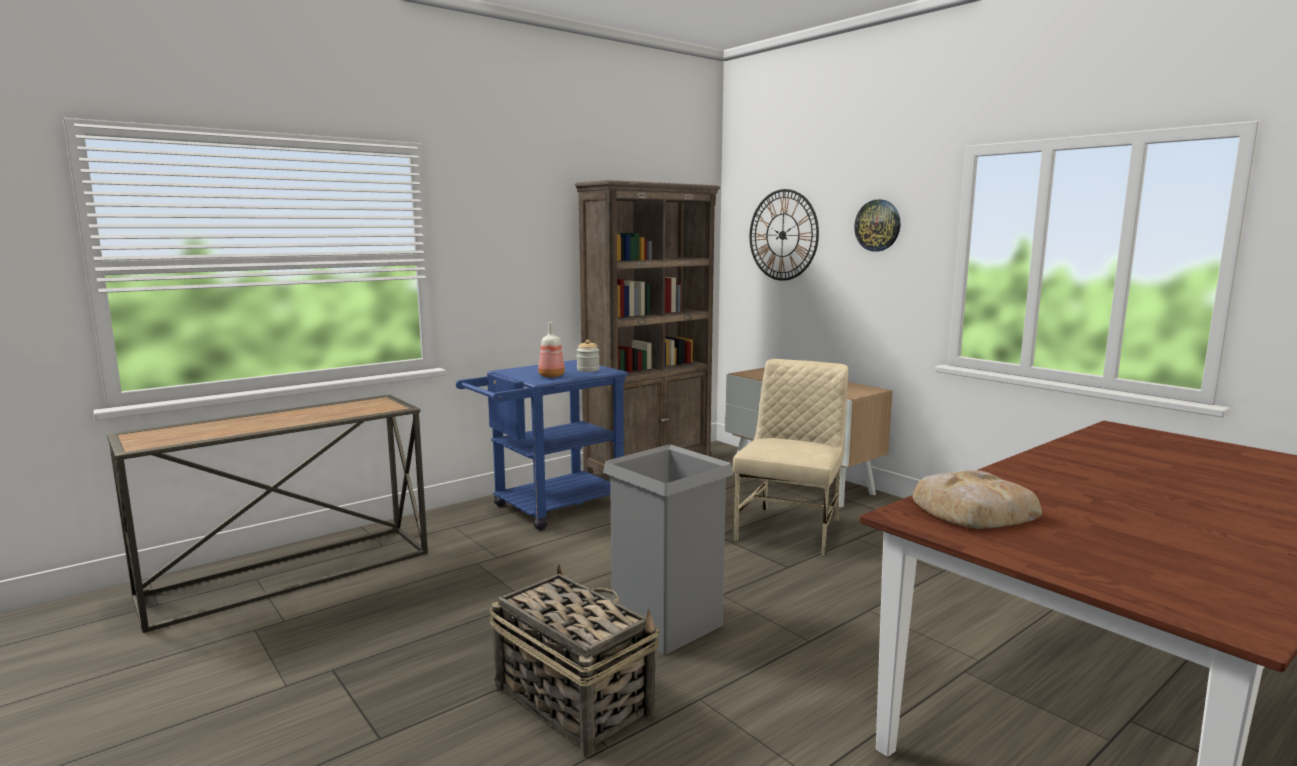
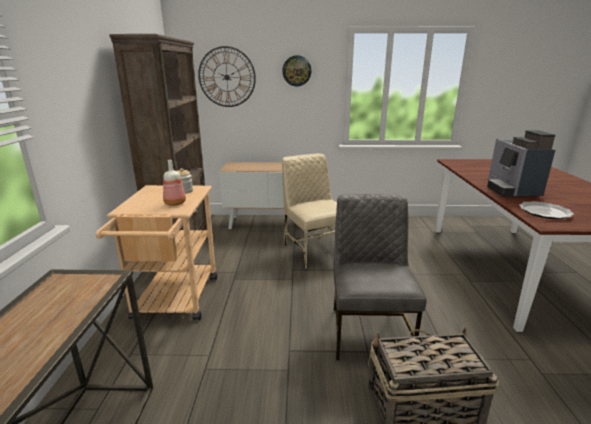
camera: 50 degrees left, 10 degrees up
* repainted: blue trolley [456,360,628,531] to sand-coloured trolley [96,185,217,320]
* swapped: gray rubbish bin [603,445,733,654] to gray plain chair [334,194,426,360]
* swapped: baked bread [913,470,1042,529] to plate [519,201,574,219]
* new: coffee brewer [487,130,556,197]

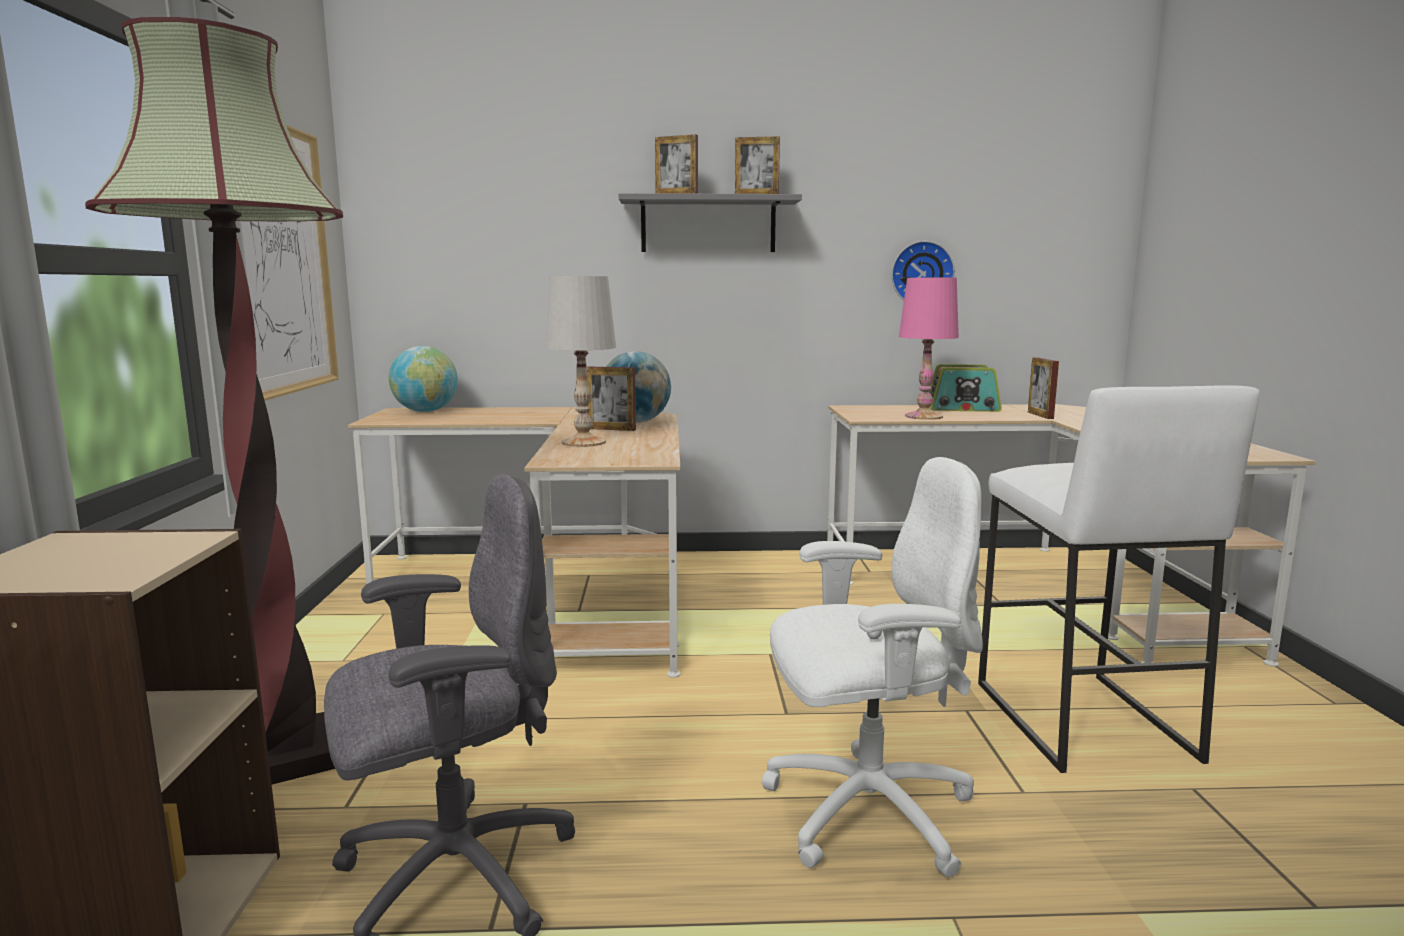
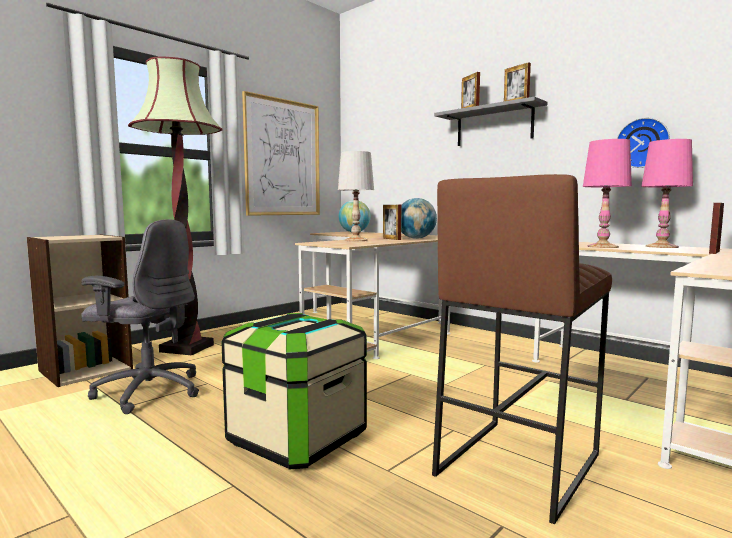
camera: 45 degrees right, 5 degrees down
* swapped: radio set [928,364,1002,412] to pinkish tabletop lamp [641,139,693,248]
* repainted: white-coloured stool seat [978,385,1260,773] to brownish stool seat [432,174,612,524]
* swapped: white-coloured office chair [761,457,983,878] to storage box [221,313,367,470]

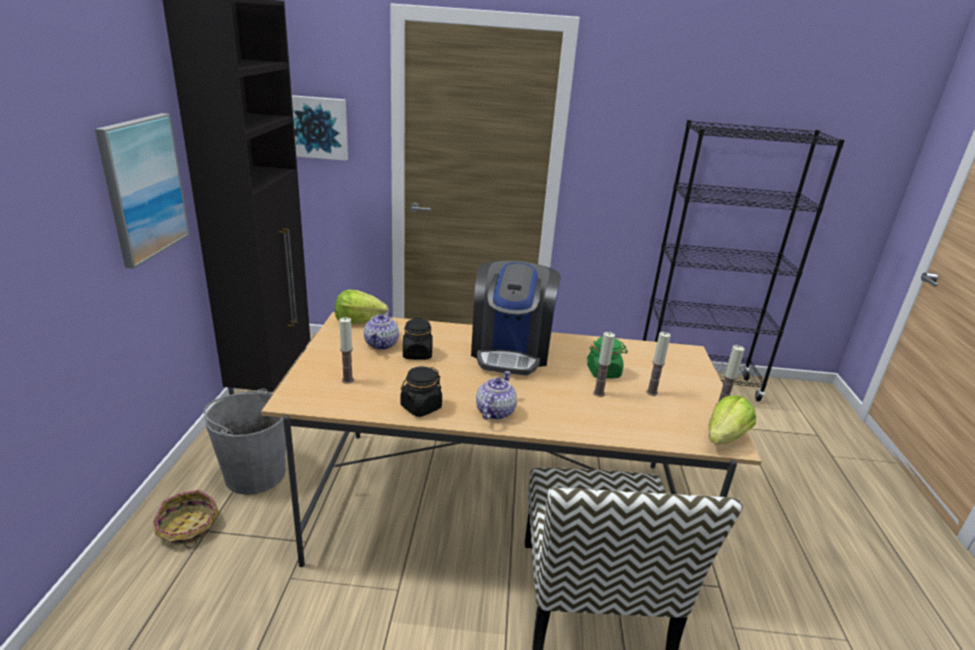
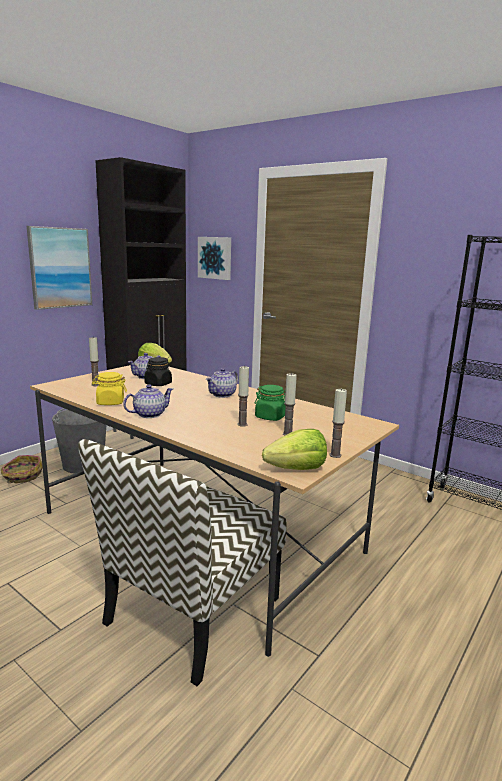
camera: 35 degrees right, 10 degrees down
* swapped: coffee brewer [471,261,561,375] to teapot [206,368,239,398]
* repainted: black jar [400,367,442,417] to yellowish jar [92,372,127,405]

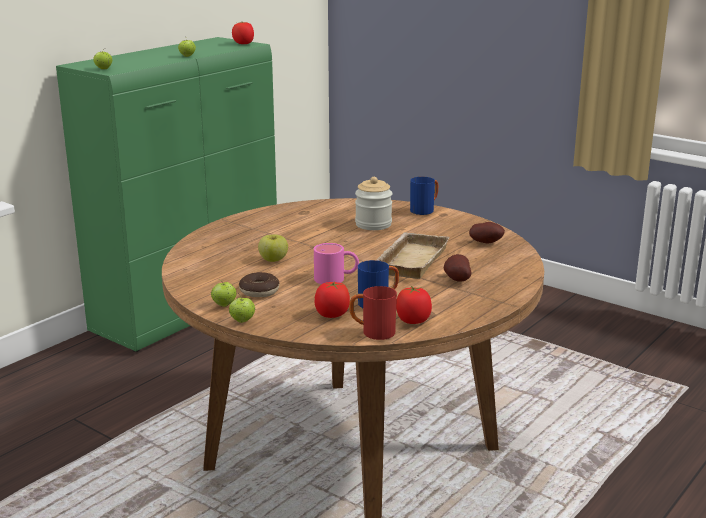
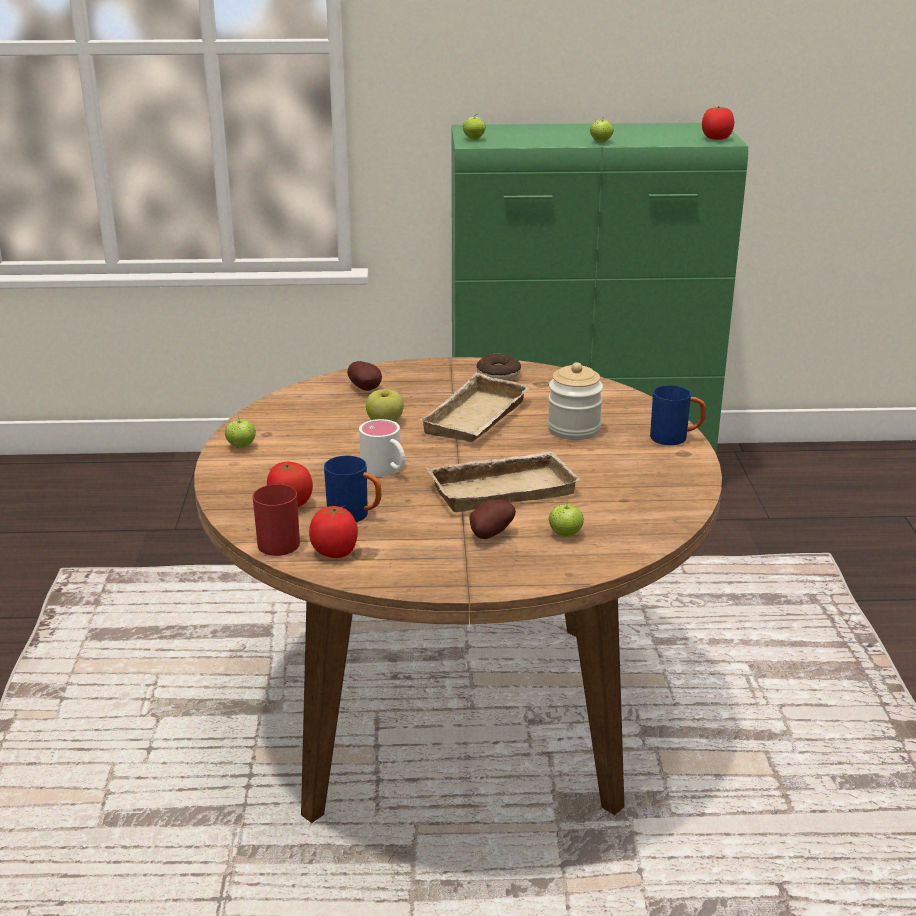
camera: 50 degrees right, 5 degrees up
* shifted: spud [469,222,505,244] to [347,361,382,391]
* repainted: pinkish tea mug [314,243,359,284] to white-coloured tea mug [359,419,405,477]
* shifted: donut [239,272,279,297] to [476,354,521,381]
* shifted: apple [229,294,255,323] to [549,498,584,537]
* new: sand-coloured tray [419,372,531,442]

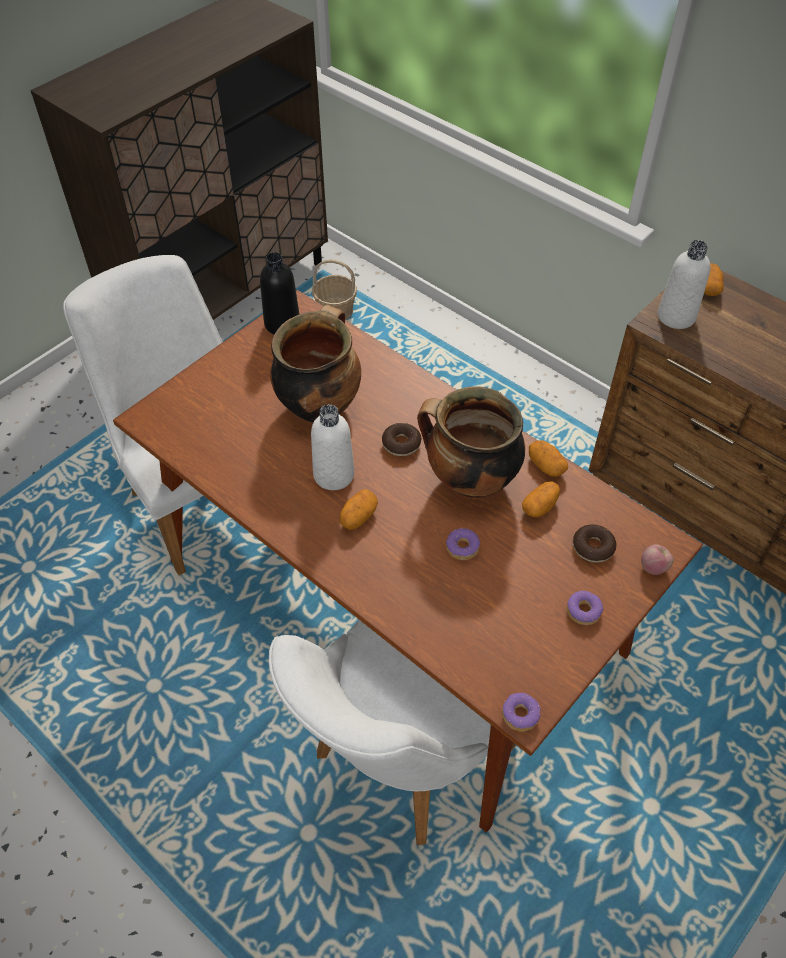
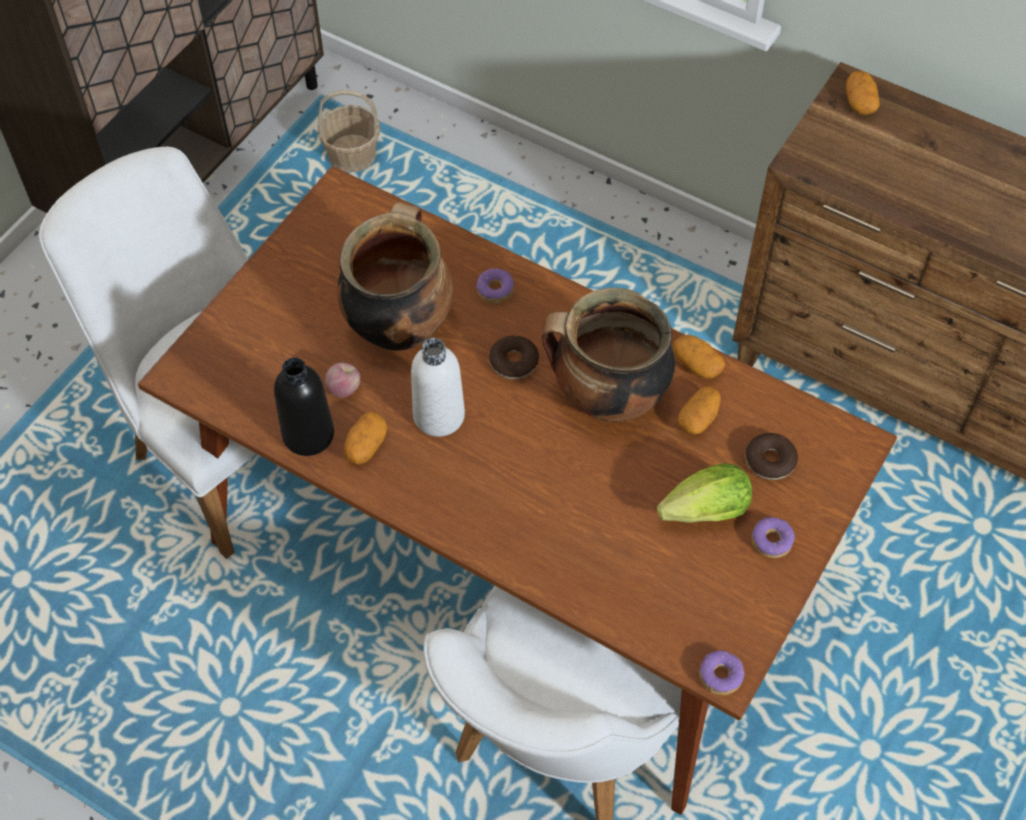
camera: 10 degrees left, 5 degrees up
* gone: white-coloured drink bottle [658,240,711,329]
* shifted: black drink bottle [260,252,299,334] to [274,357,334,456]
* shifted: spud [340,489,378,530] to [344,411,387,465]
* shifted: donut [446,528,480,560] to [476,268,514,304]
* shifted: apple [641,544,674,575] to [325,362,361,398]
* new: lettuce head [657,463,752,523]

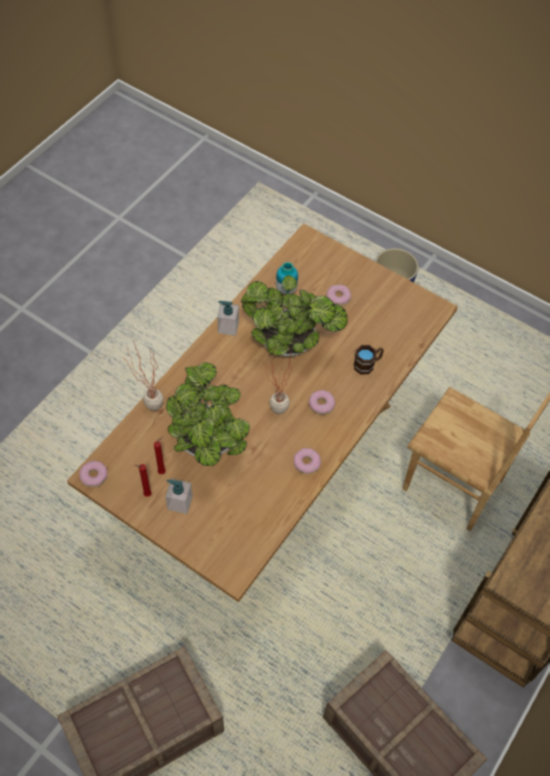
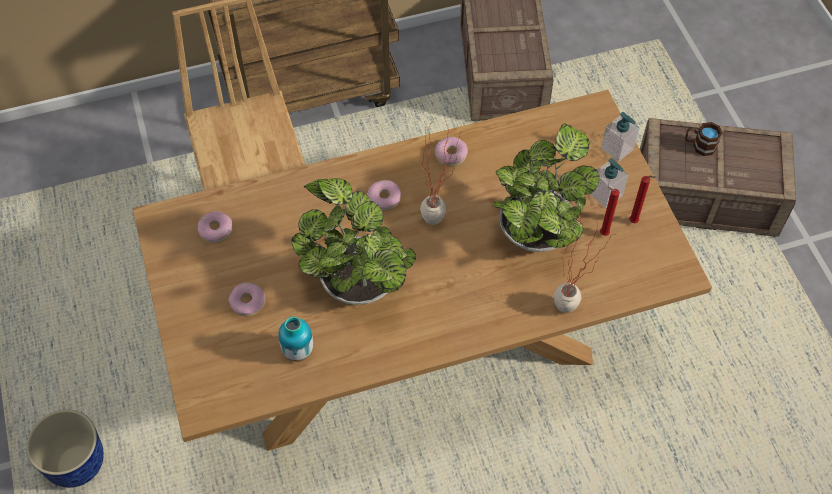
camera: 140 degrees left, 0 degrees up
* shifted: soap bottle [217,301,239,336] to [601,112,640,162]
* shifted: brownish tea mug [354,345,384,374] to [685,122,722,156]
* shifted: donut [79,460,107,488] to [198,211,232,244]

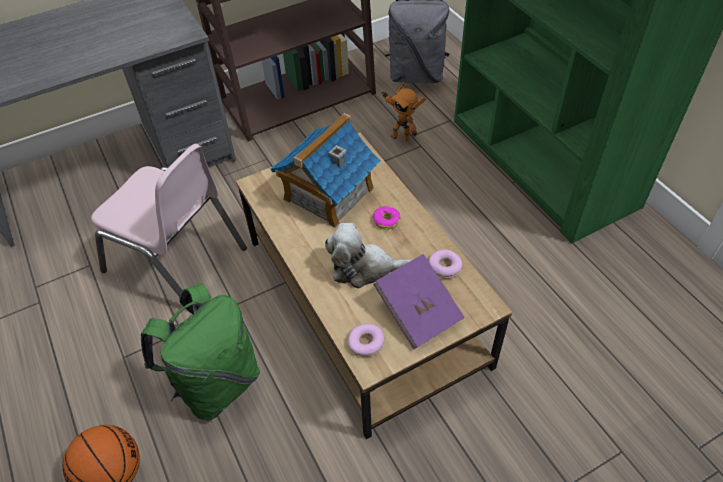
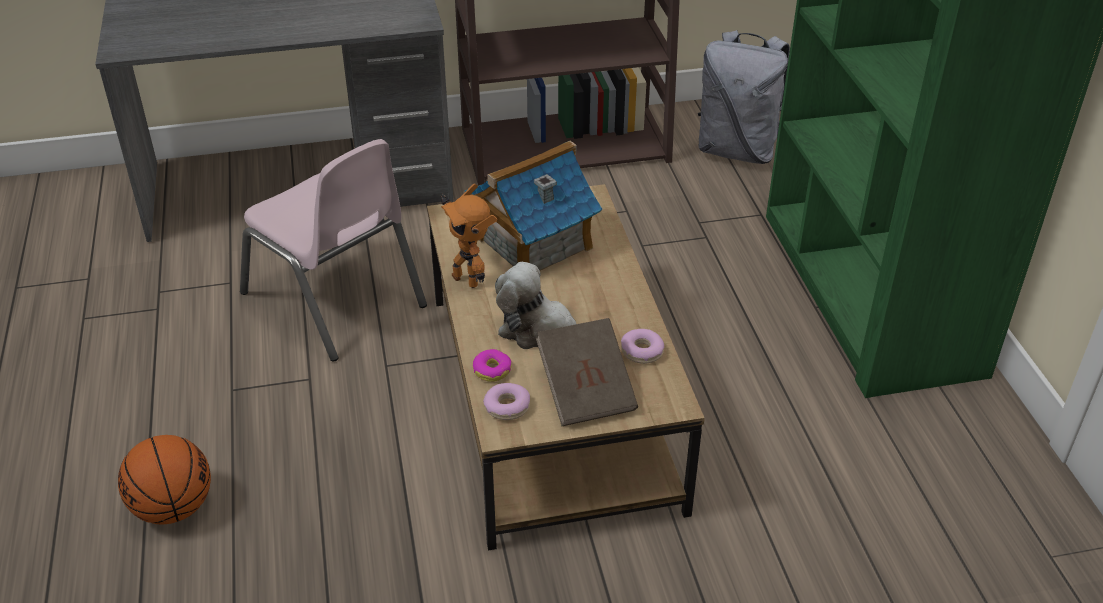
camera: 15 degrees right, 10 degrees down
* shifted: model robot [382,82,426,141] to [440,183,497,288]
* shifted: donut [372,206,401,230] to [473,349,512,382]
* repainted: purple book [373,254,465,349] to brownish book [536,318,638,426]
* gone: green backpack [141,283,260,421]

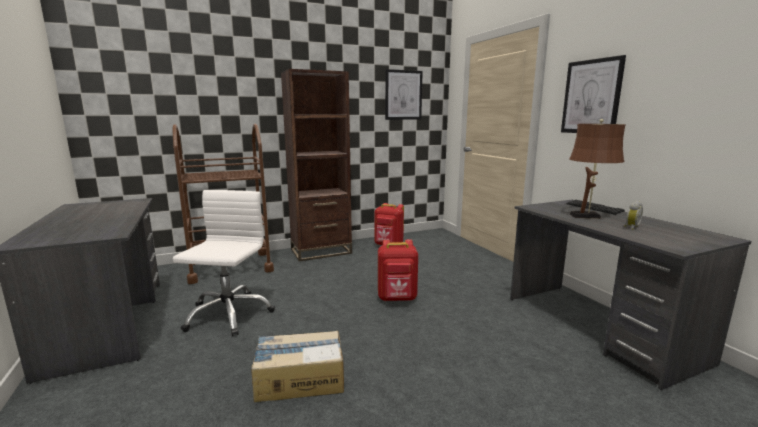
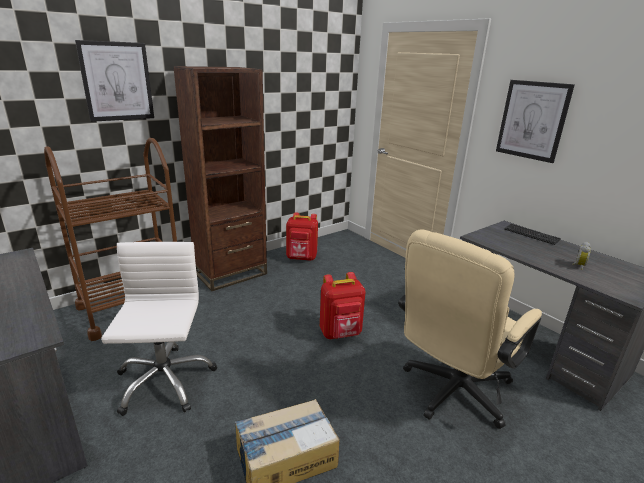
camera: 15 degrees left, 10 degrees up
* shifted: picture [385,69,423,120] to [75,40,154,122]
* gone: brownish tabletop lamp [569,119,626,219]
* new: sand-coloured office chair [398,230,542,429]

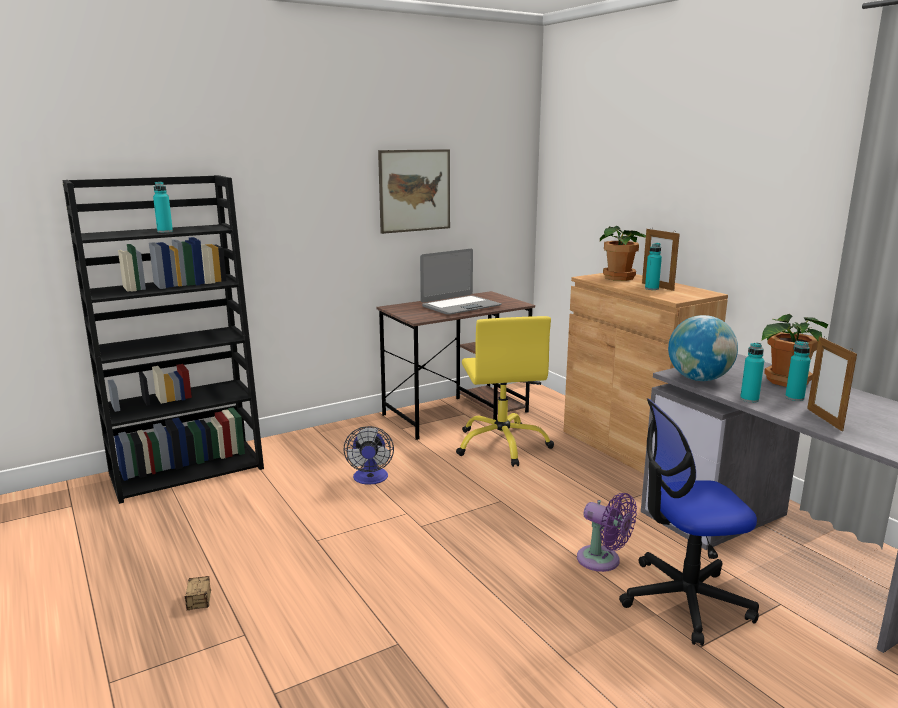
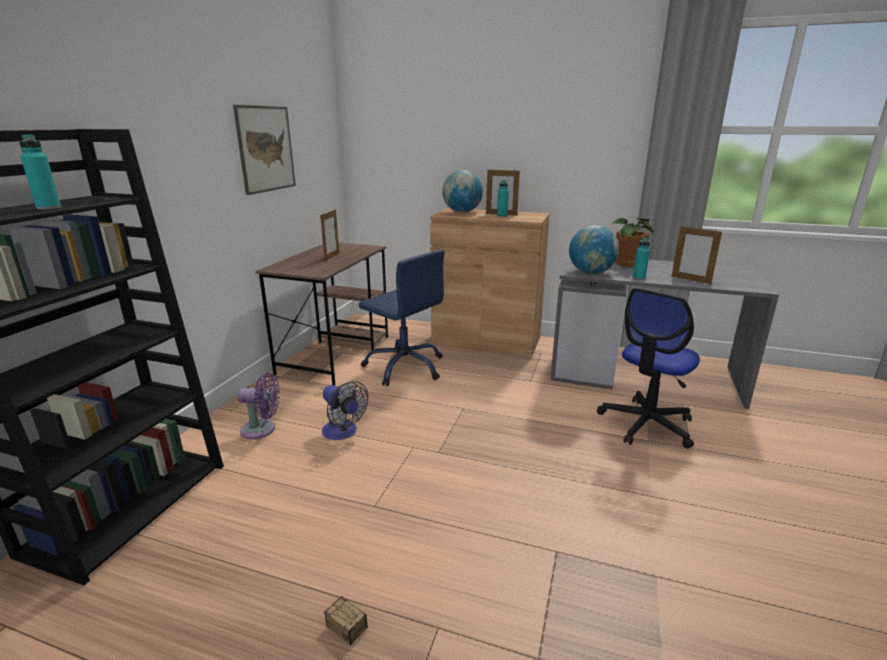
camera: 40 degrees left, 5 degrees up
* swapped: potted plant [600,226,646,281] to desk globe [442,170,483,213]
* swapped: portable computer [420,249,502,314] to picture frame [320,209,339,261]
* repainted: yellowish office chair [456,316,554,467] to blue office chair [359,250,445,386]
* gone: turquoise-coloured drink bottle [785,341,811,401]
* shifted: purple electric fan [577,493,637,572] to [237,373,280,439]

